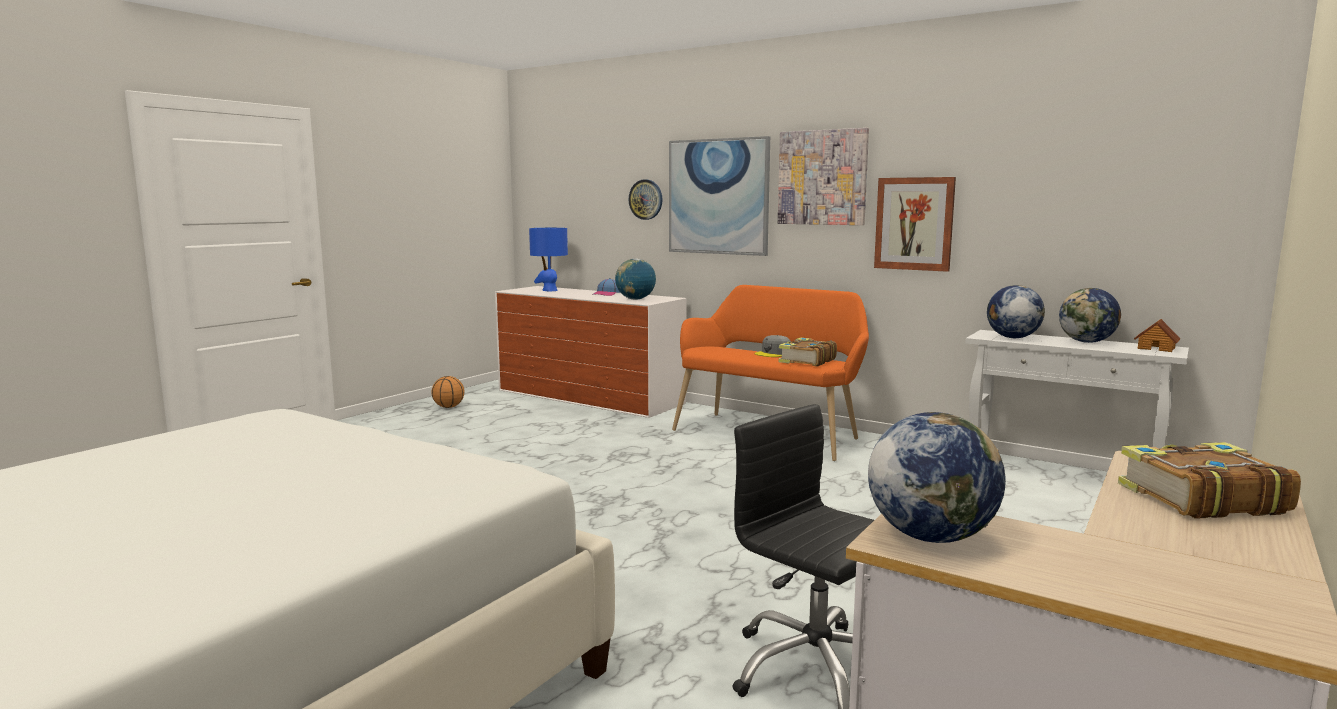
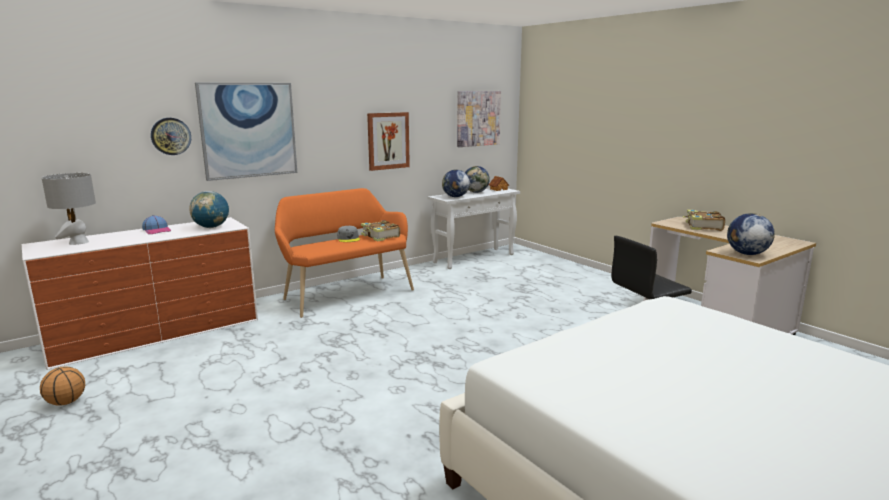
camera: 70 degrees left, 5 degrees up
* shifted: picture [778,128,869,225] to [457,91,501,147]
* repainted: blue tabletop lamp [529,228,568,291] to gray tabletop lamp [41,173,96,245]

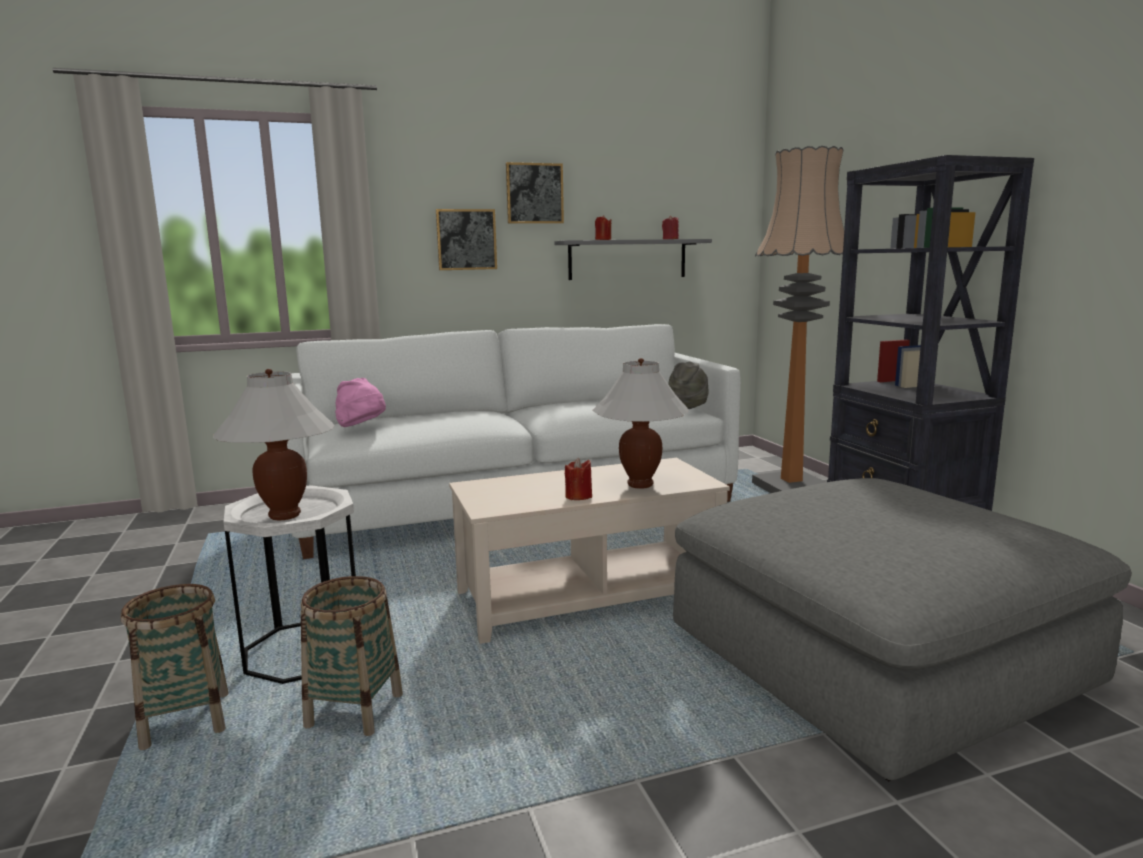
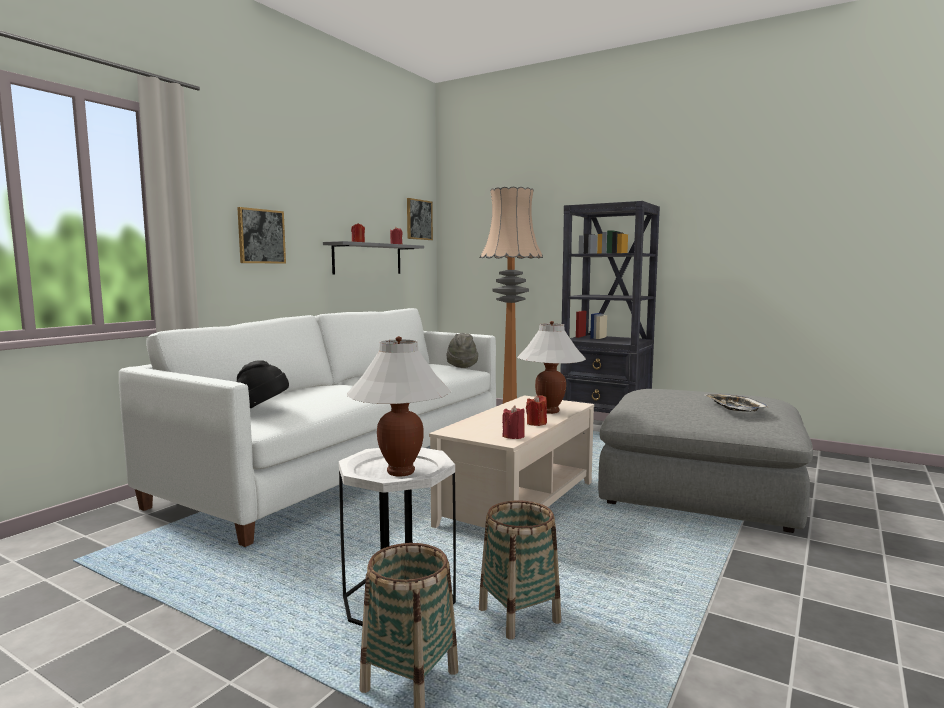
camera: 40 degrees left, 5 degrees down
* shifted: picture [506,162,564,224] to [407,198,433,240]
* repainted: pinkish clothing hat [335,378,386,427] to black clothing hat [237,360,289,408]
* new: tray [704,394,769,412]
* new: red-coloured candle [502,405,525,439]

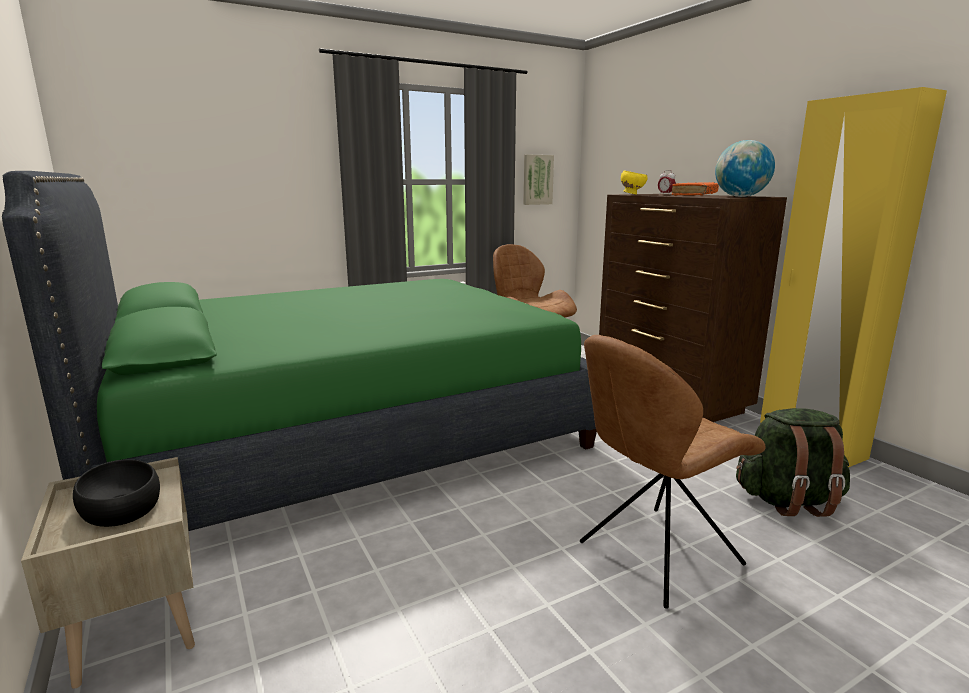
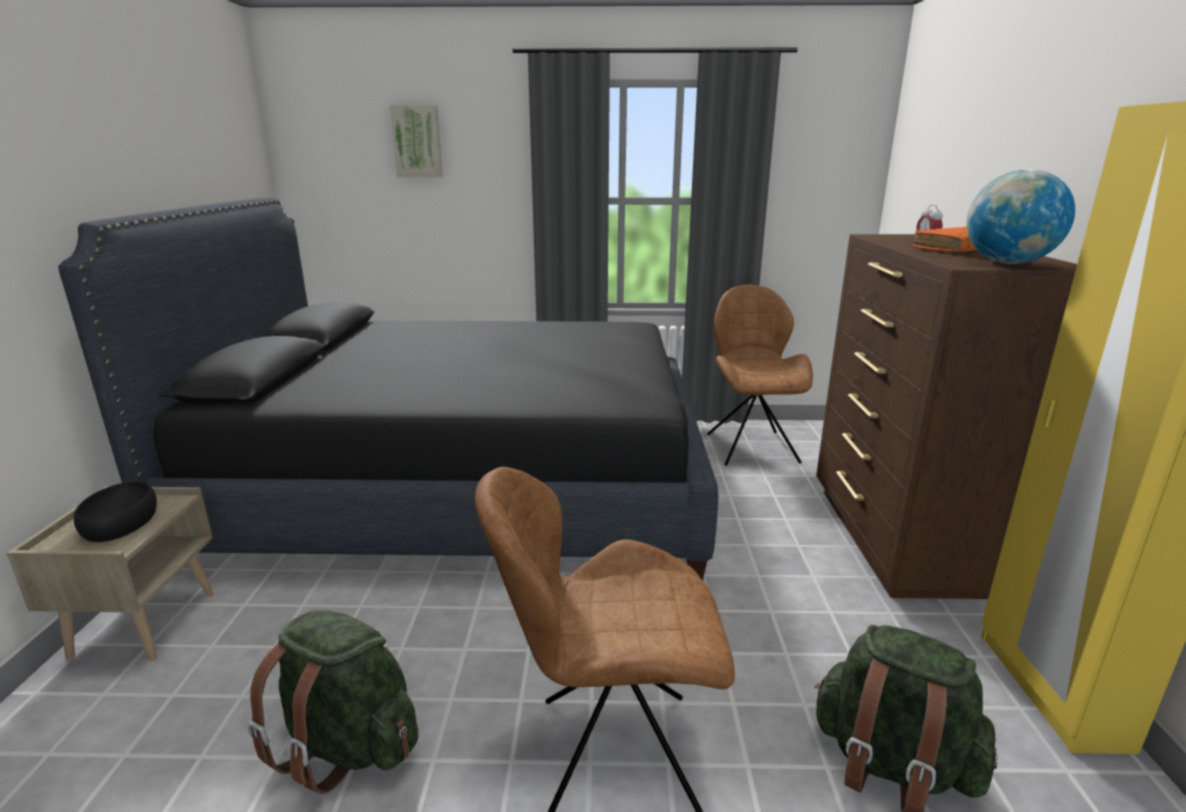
camera: 30 degrees right, 5 degrees up
* shifted: picture [523,154,554,205] to [390,105,443,177]
* repainted: green sleeping bed [2,171,597,531] to black sleeping bed [58,196,718,581]
* gone: yellowish deep dish [621,171,647,195]
* new: green backpack [248,610,418,794]

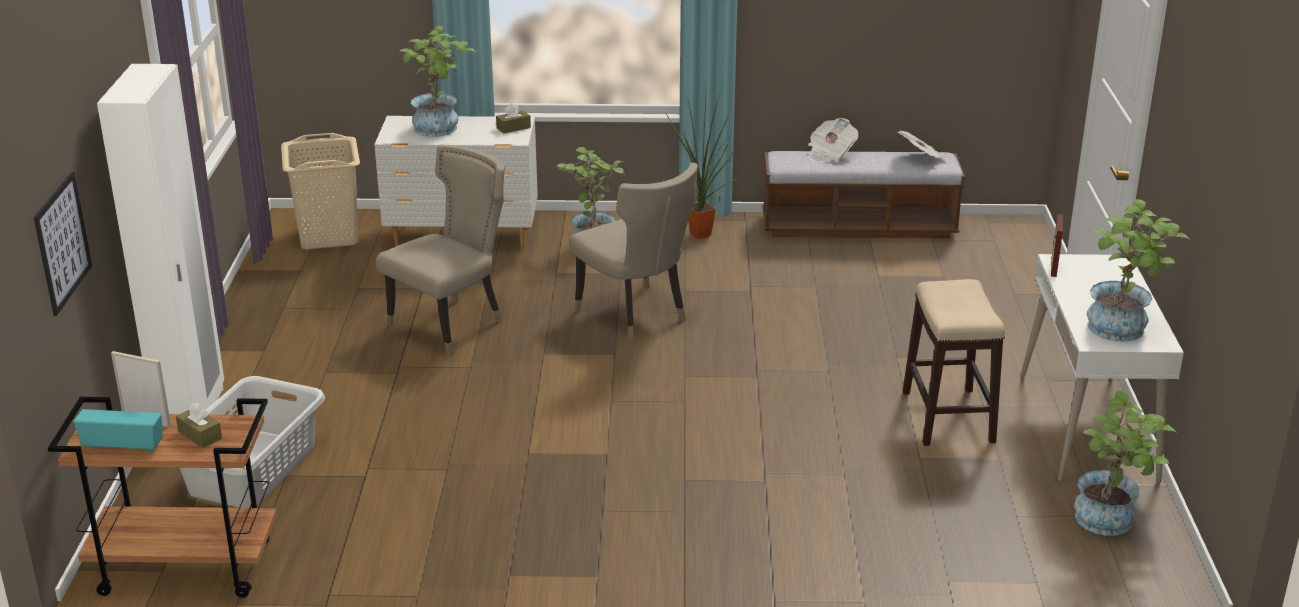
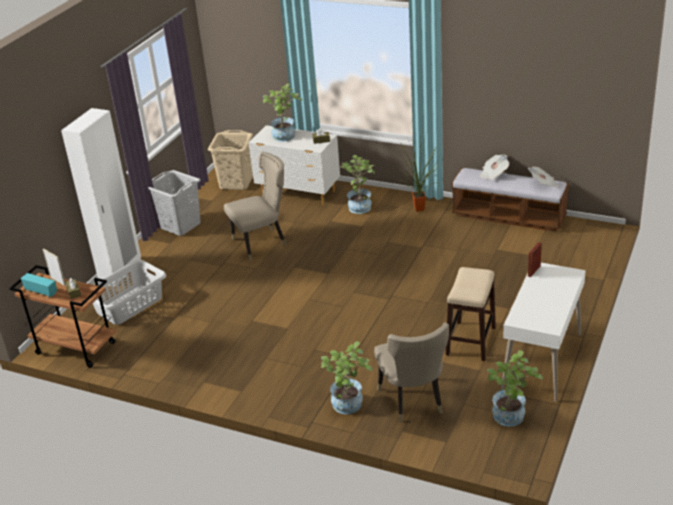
camera: 25 degrees right, 5 degrees up
* shifted: sand-coloured plain chair [569,163,698,341] to [374,323,449,423]
* gone: picture [34,172,92,316]
* shifted: potted plant [1087,199,1189,342] to [321,341,373,414]
* new: gray hamper [148,170,201,236]

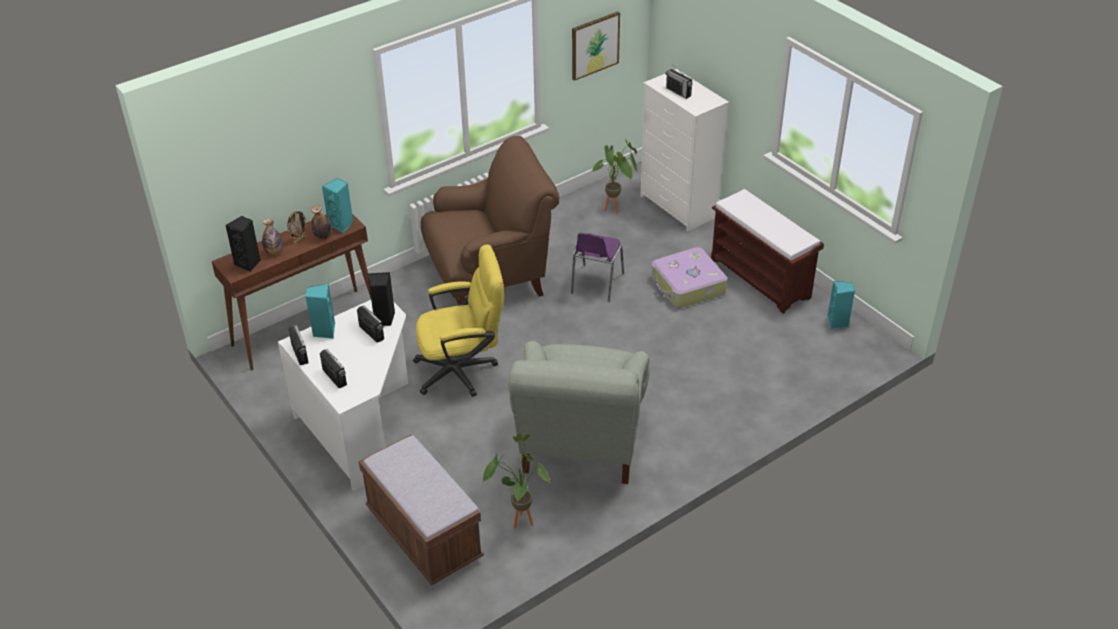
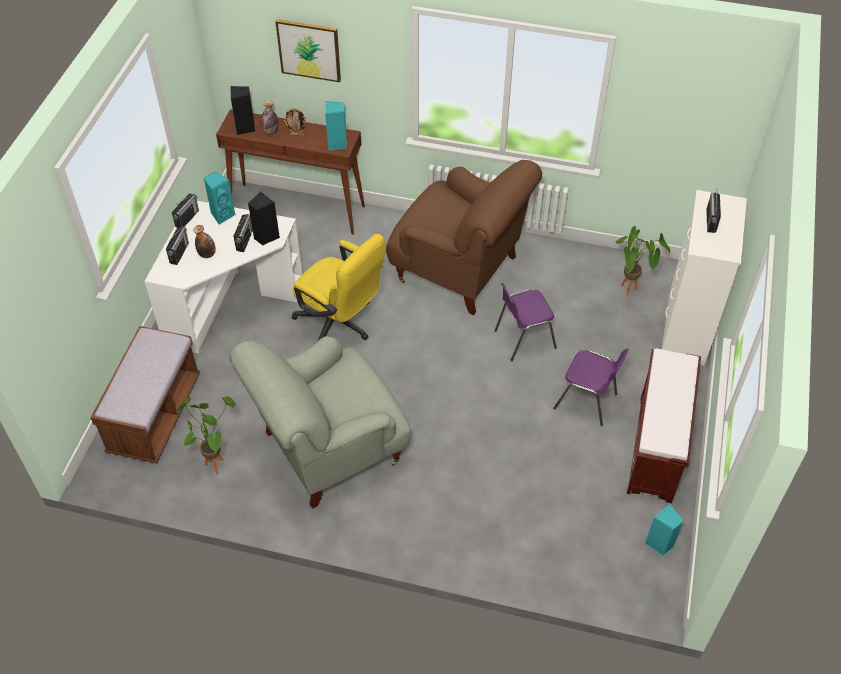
camera: 50 degrees right, 10 degrees up
* shifted: picture [572,11,620,81] to [275,19,341,82]
* shifted: drink bottle [311,205,331,240] to [193,225,216,258]
* swapped: suitcase [651,247,727,308] to purple plain chair [553,348,629,427]

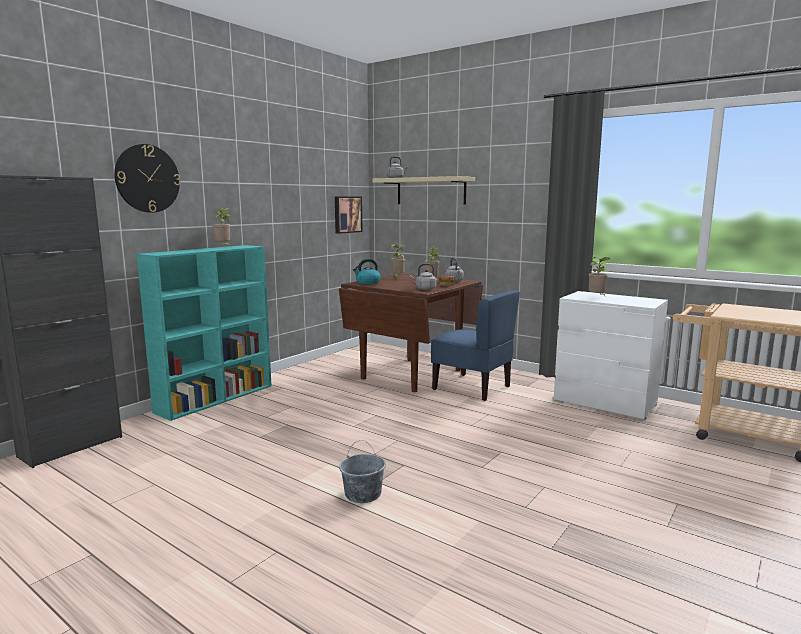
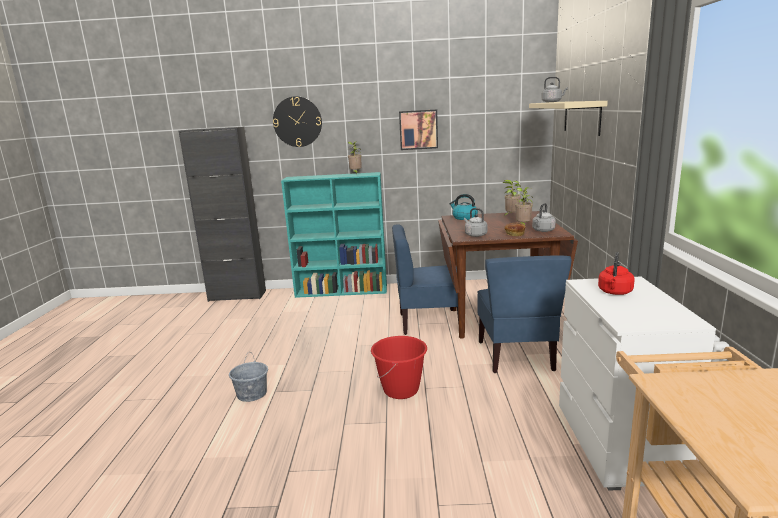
camera: 55 degrees right, 5 degrees up
* shifted: picture [335,196,363,234] to [399,109,438,150]
* swapped: potted plant [588,257,611,297] to red-coloured tea kettle [598,252,635,295]
* new: blue plain chair [392,224,459,335]
* new: red-coloured pail [371,336,427,399]

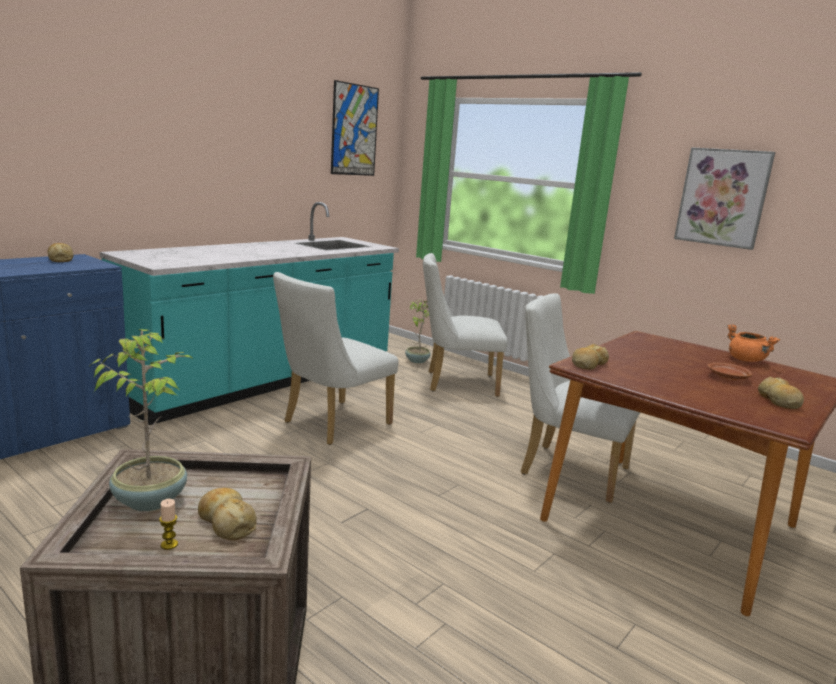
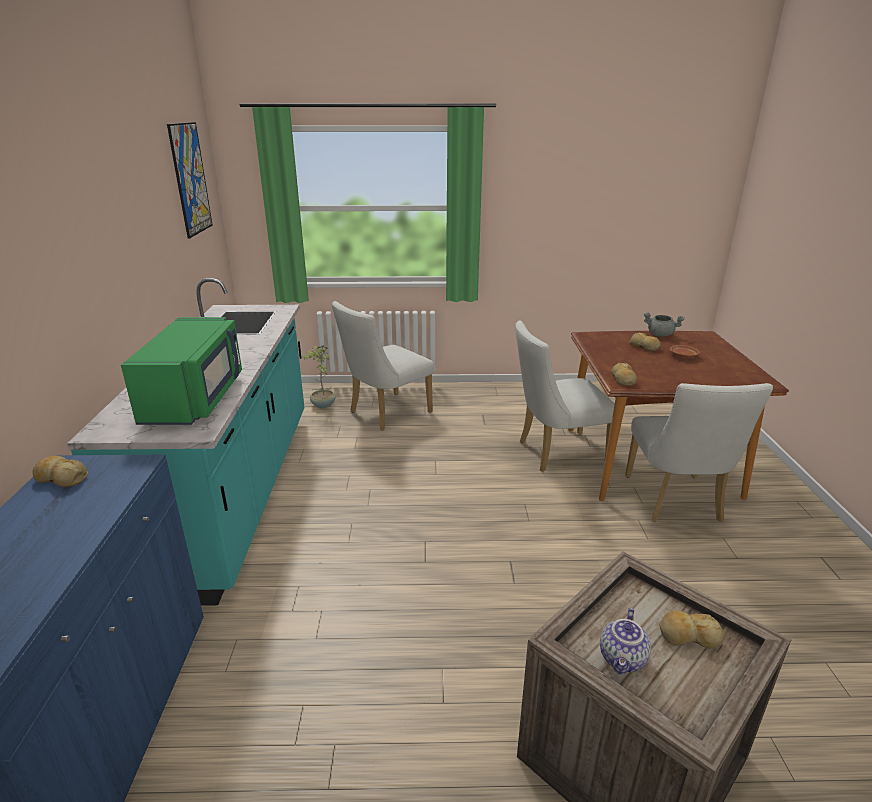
camera: 40 degrees left, 10 degrees up
* gone: picture [674,147,775,250]
* shifted: white-coloured plain chair [273,272,399,445] to [625,383,773,522]
* repainted: orange-coloured stockpot [727,324,780,362] to gray stockpot [644,312,685,337]
* swapped: potted plant [89,329,194,511] to teapot [600,608,651,674]
* shifted: baked bread [758,376,804,409] to [629,332,661,351]
* gone: candle [159,499,178,550]
* new: green microwave [121,317,242,425]

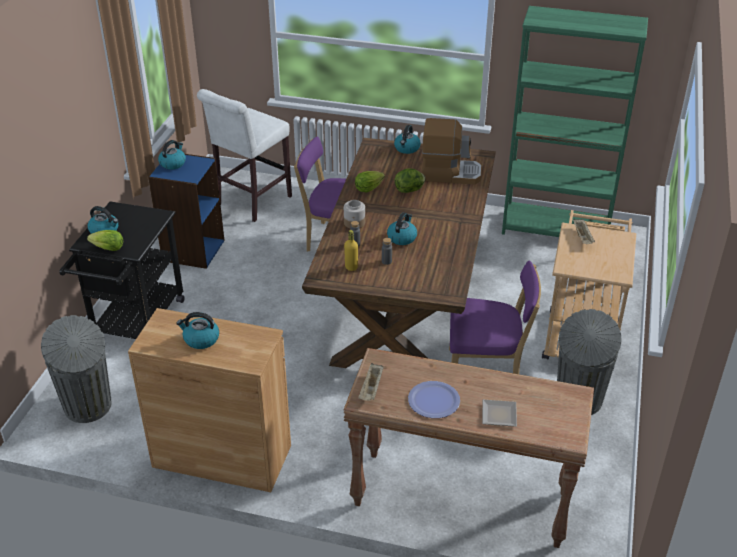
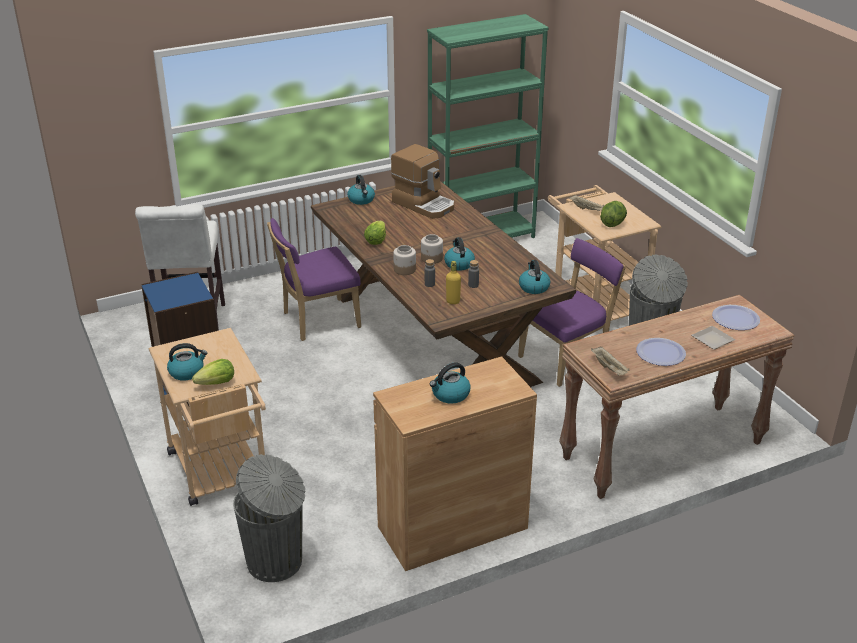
camera: 40 degrees left, 5 degrees down
* rotated: coffee brewer [422,118,482,184] = [391,144,454,219] 75 degrees clockwise
* shifted: tea kettle [158,140,186,170] to [519,260,550,294]
* shifted: lettuce head [395,169,426,193] to [600,201,627,227]
* repainted: black trolley [60,201,185,339] to sand-coloured trolley [149,328,266,506]
* new: jar [421,234,443,264]
* new: plate [712,305,760,330]

